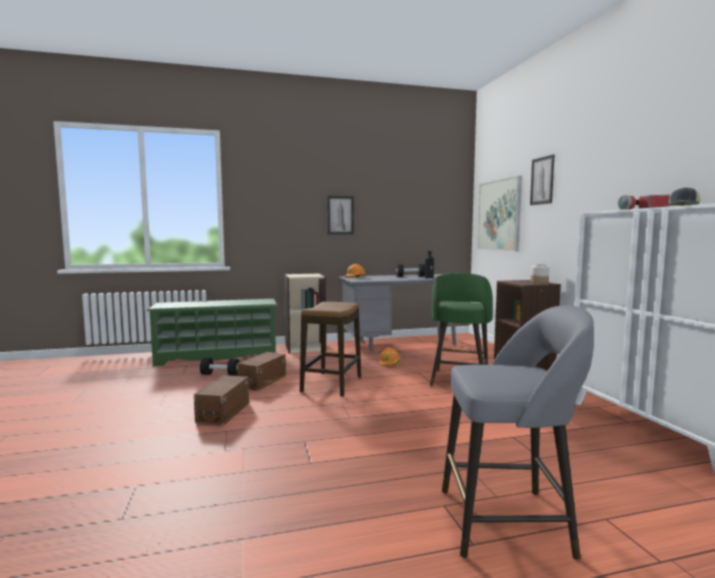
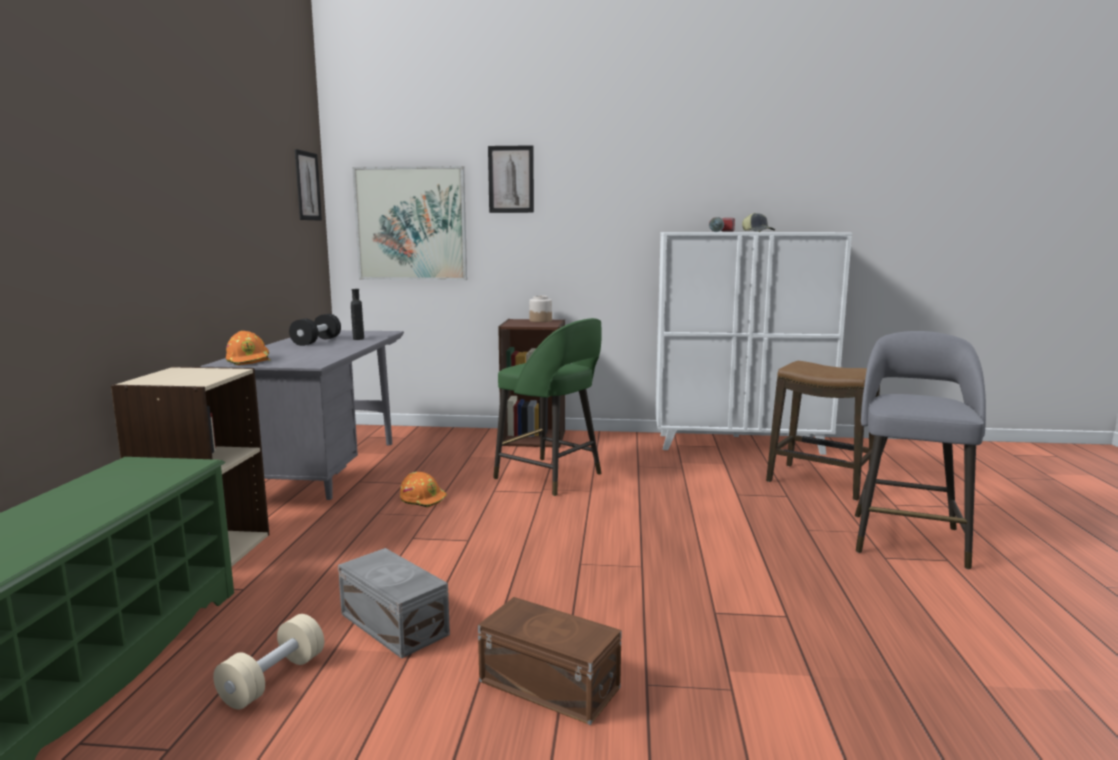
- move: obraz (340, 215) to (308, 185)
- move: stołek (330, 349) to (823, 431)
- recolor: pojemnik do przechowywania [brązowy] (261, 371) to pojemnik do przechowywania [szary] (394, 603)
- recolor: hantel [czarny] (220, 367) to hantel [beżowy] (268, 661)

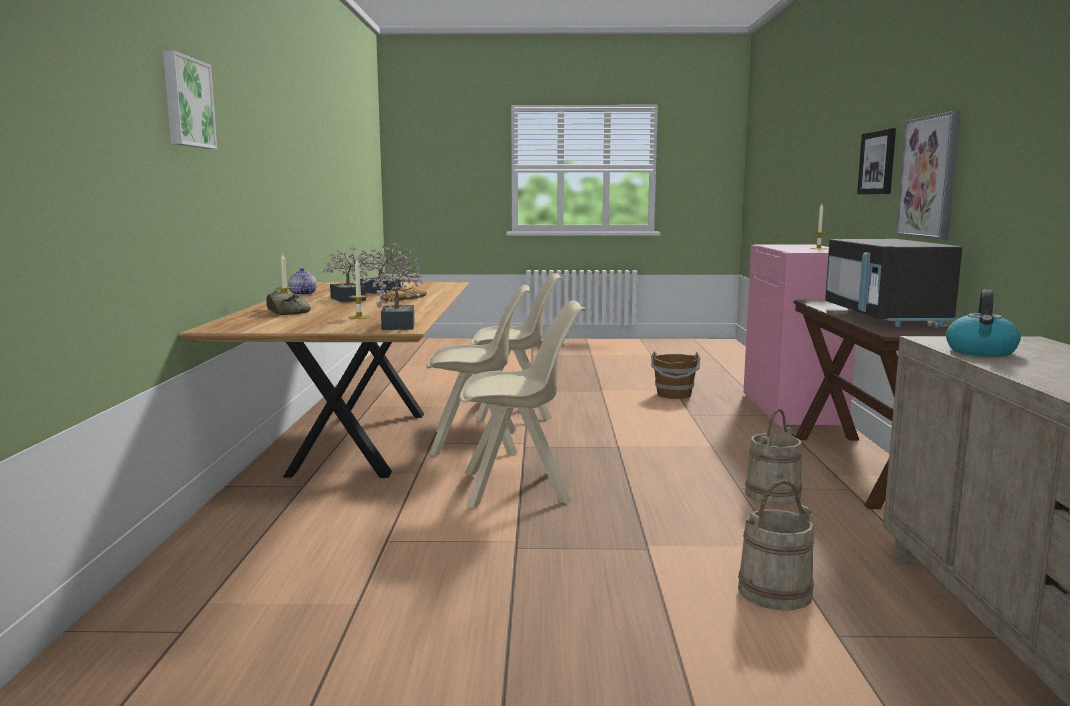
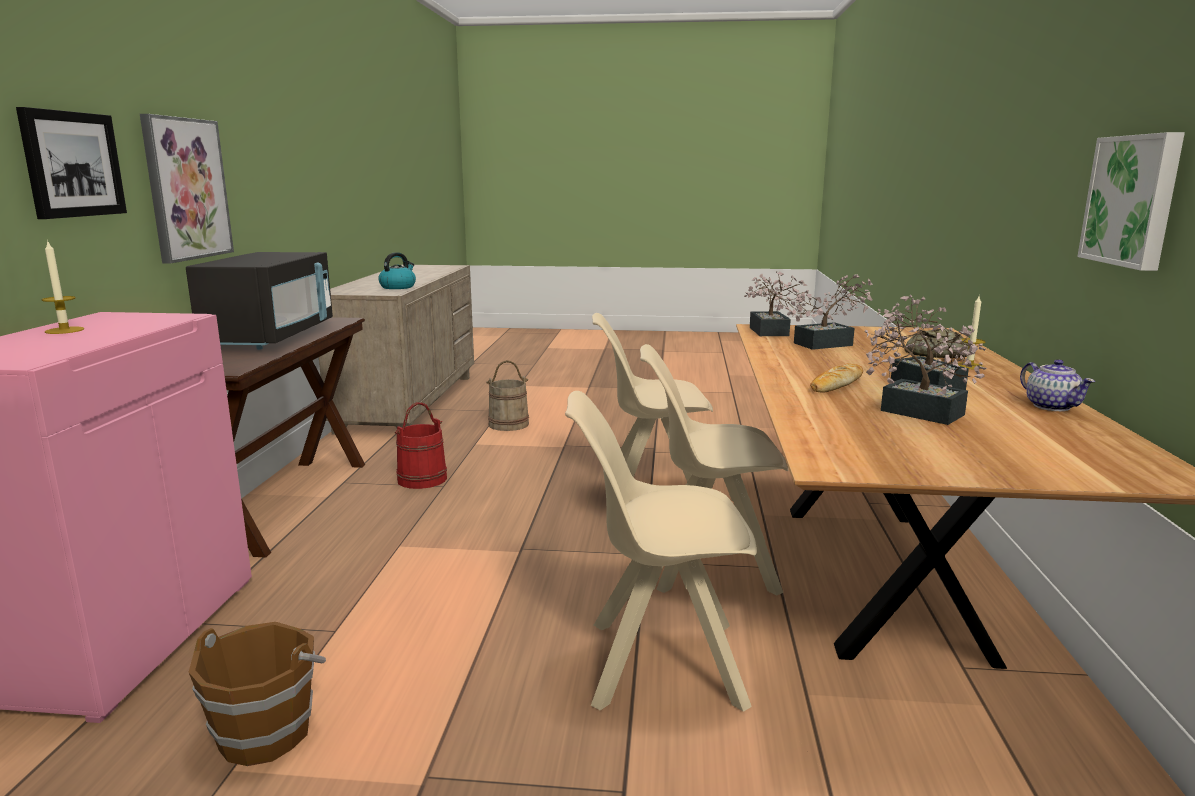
- move: obraz (190, 99) to (1131, 201)
- replace: świeca (359, 289) to roślina doniczkowa (832, 312)
- recolor: wiadro [beżowy] (773, 457) to wiadro [czerwony] (421, 445)

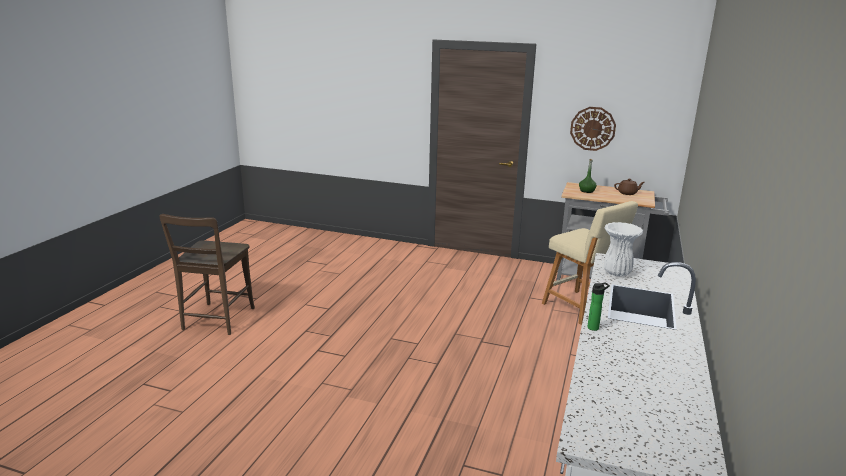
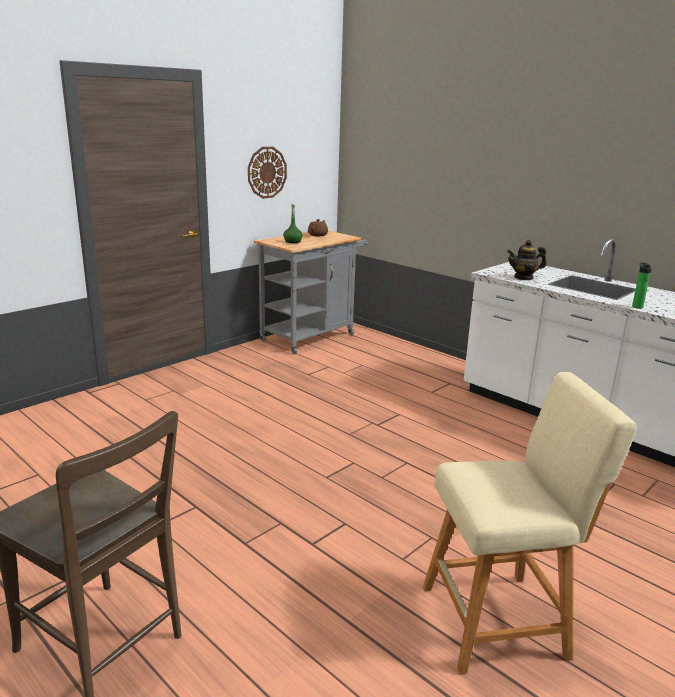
- move: stołek [beżowy] (590, 263) to (529, 523)
- replace: wazon [biały] (623, 249) to imbryk (526, 260)

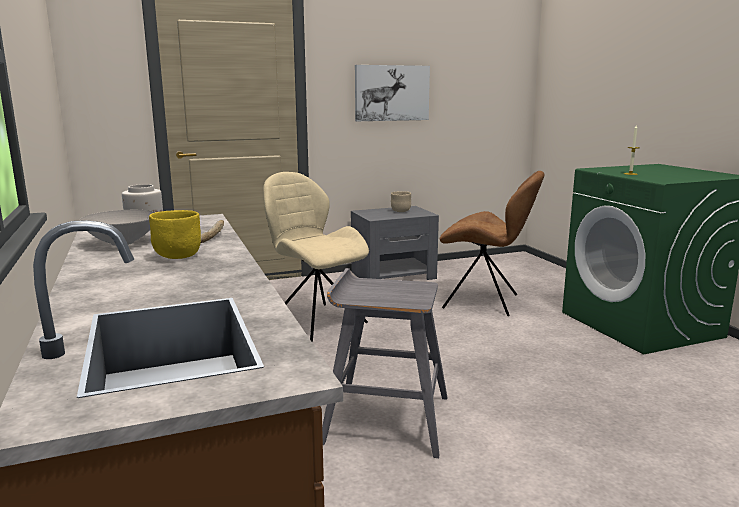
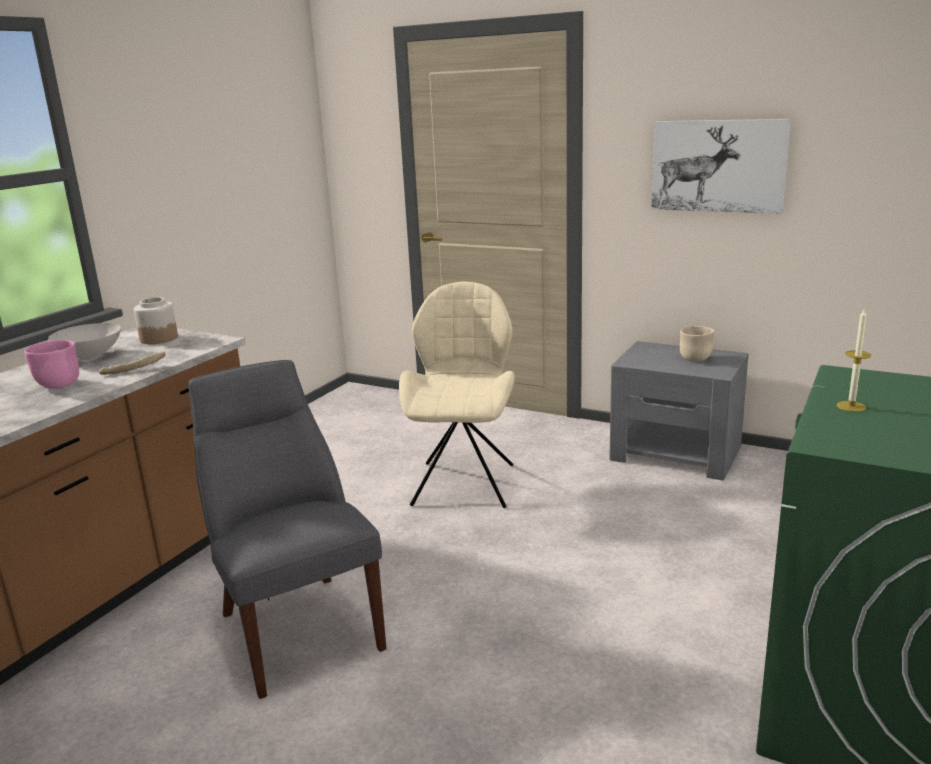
- delete: krzesło [brązowy] (492, 243)
- recolor: miska [żółty] (175, 234) to miska [różowy] (51, 364)
- replace: stołek [szary] (384, 363) to krzesło [szary] (287, 529)

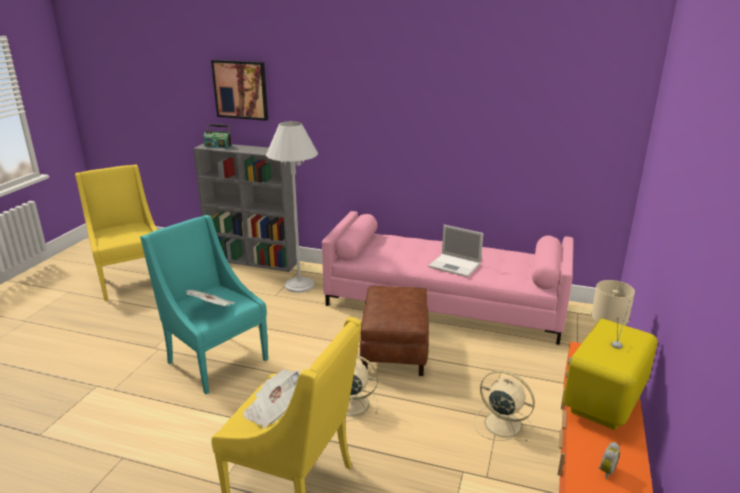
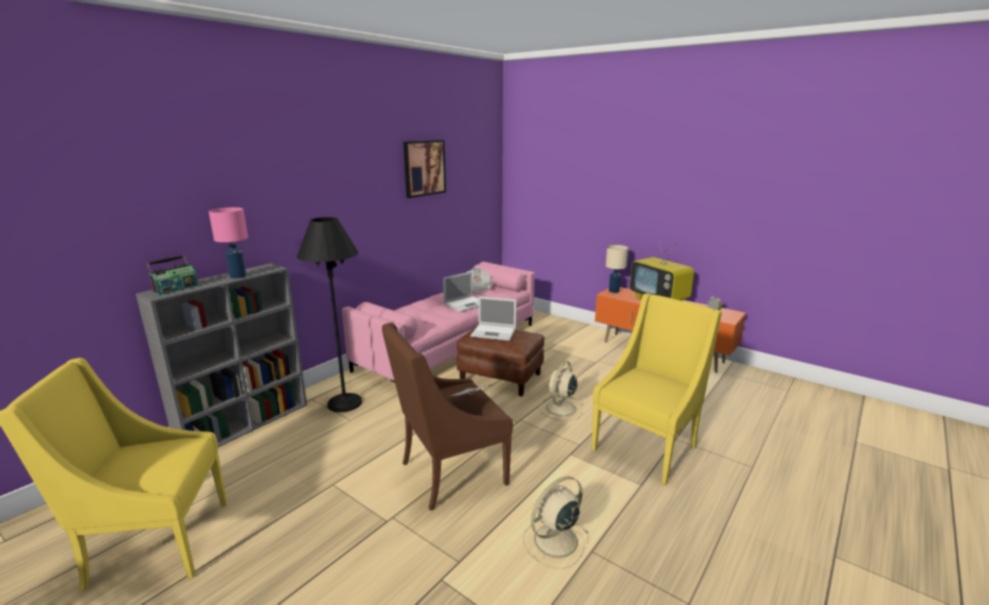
- move: obraz (239, 90) to (424, 169)
- recolor: lampa stojąca [biały] (292, 207) to lampa stojąca [czarny] (329, 314)
- recolor: fotel [turkusowy] (204, 305) to fotel [brązowy] (447, 416)
- move: gazeta (271, 399) to (479, 280)
- move: wentylator [beżowy] (504, 405) to (556, 522)
- insert: lampa stołowa [różowy] (228, 243)
- insert: laptop (493, 318)

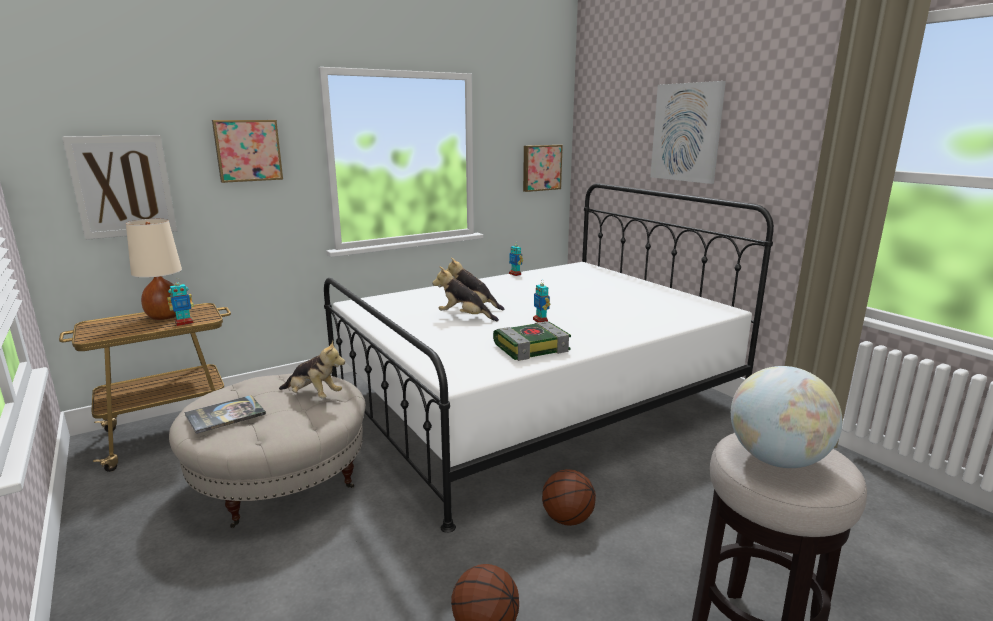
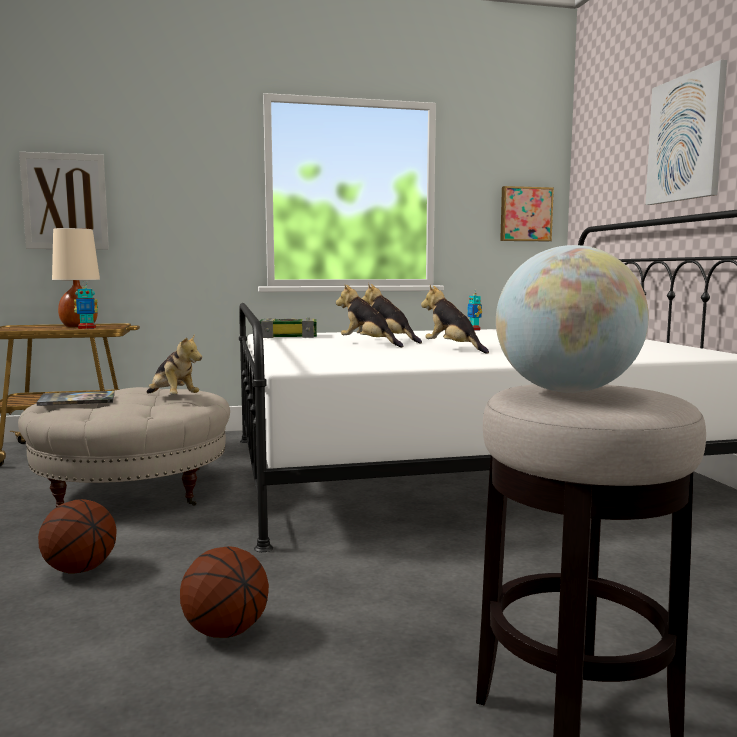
- delete: obraz (247, 151)
- replace: robot zabawkowy (541, 301) to pluszak (455, 319)
- move: książka (532, 341) to (288, 327)
- move: piłka do koszykówki (569, 497) to (77, 536)

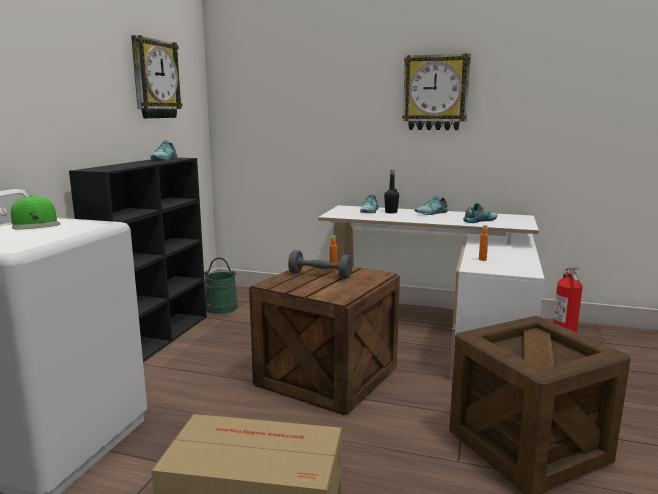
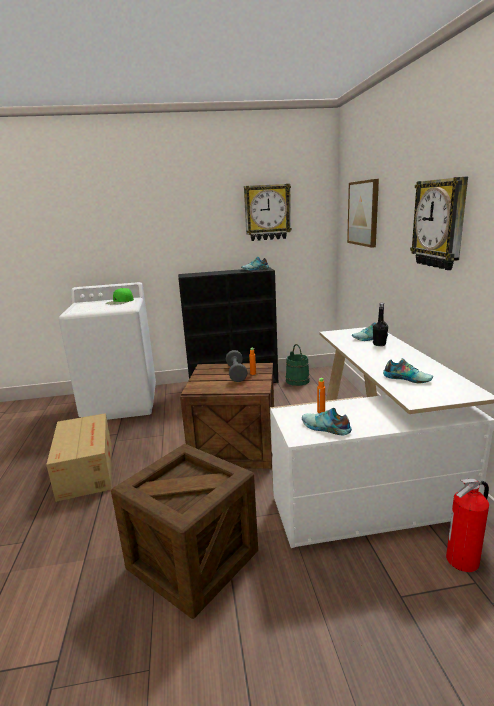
- move: but (431, 205) to (327, 421)
- insert: obraz (363, 213)

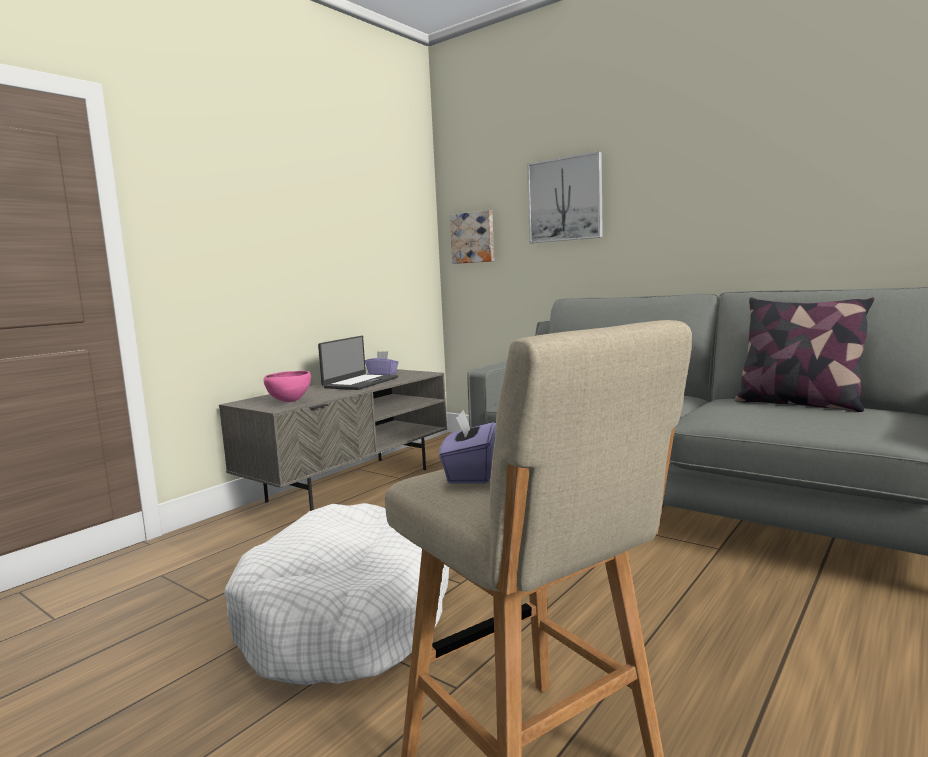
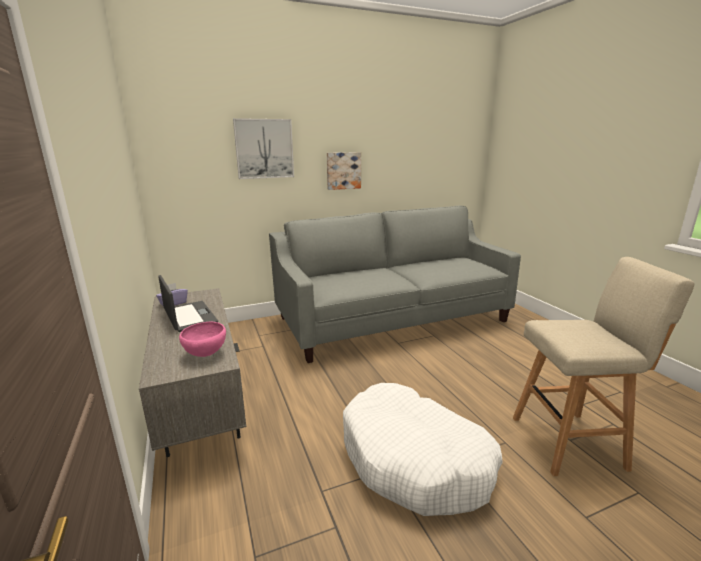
- move: obraz (472, 237) to (344, 171)
- delete: poduszka (804, 354)
- delete: pudełko chusteczek [fioletowy] (467, 446)

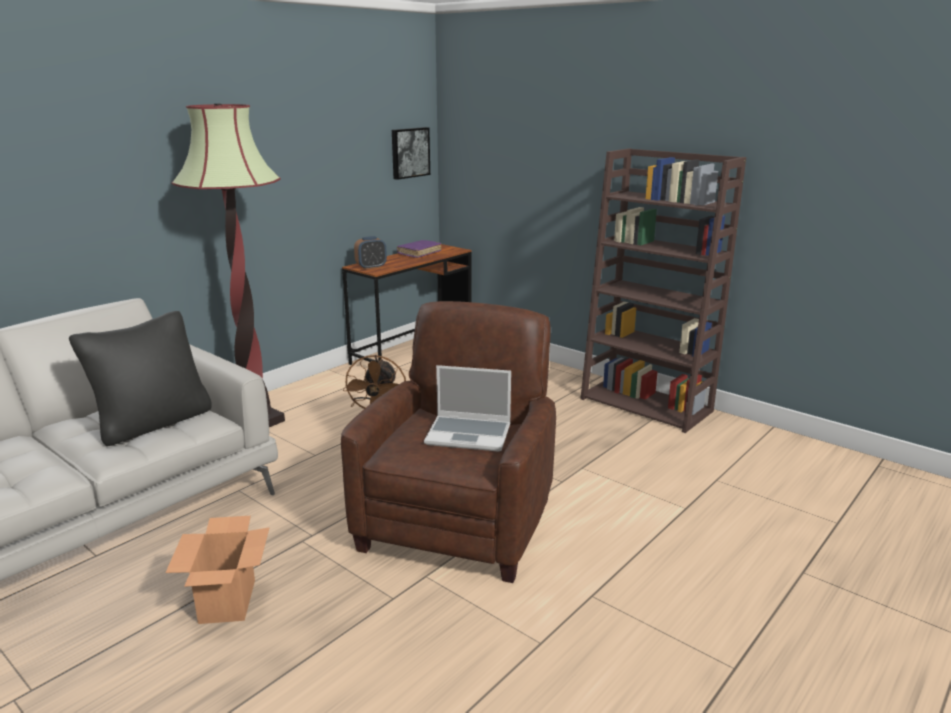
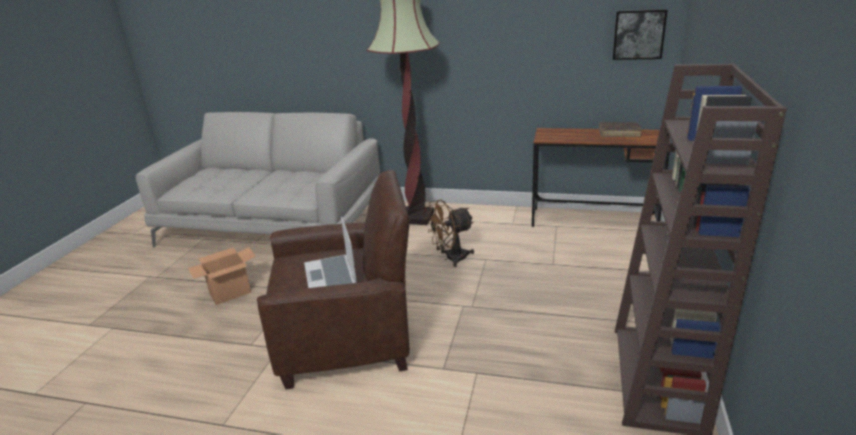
- delete: budzik (370, 253)
- recolor: książka [fioletowy] (419, 249) to książka [brązowy] (620, 129)
- delete: poduszka [czarny] (140, 378)

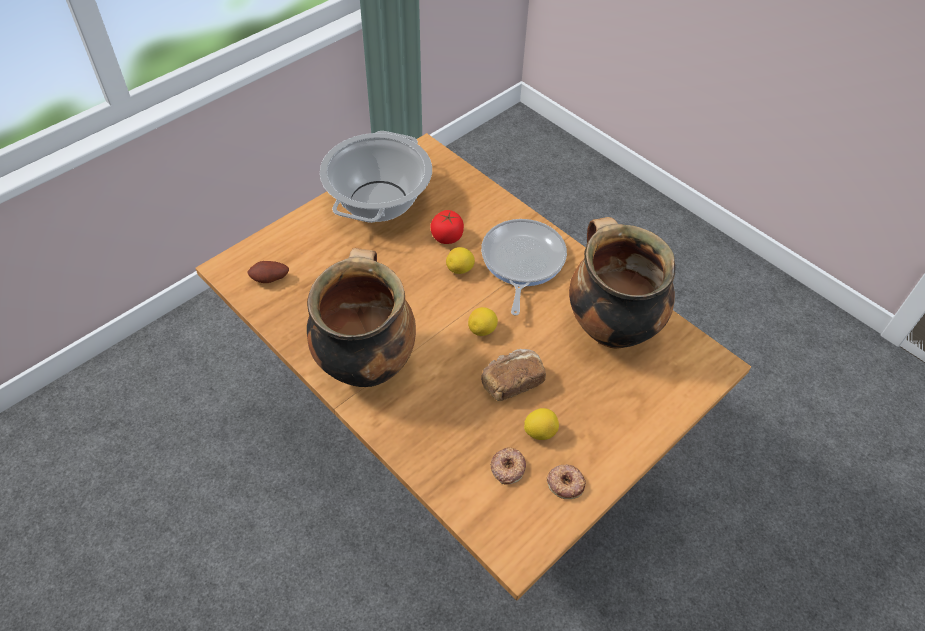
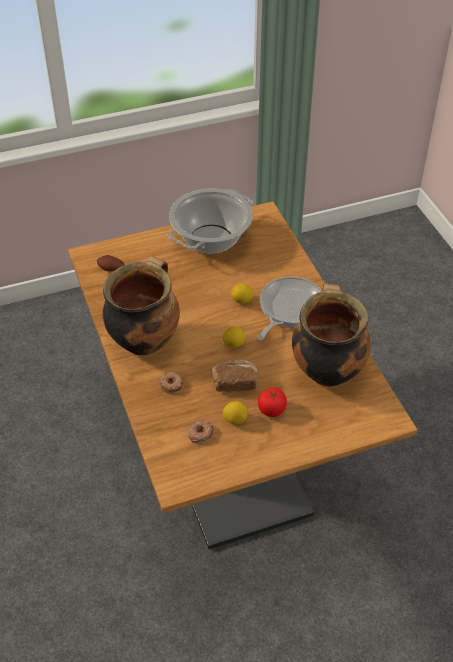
- move: pomidor (447, 227) to (272, 402)
- move: donut (566, 481) to (171, 383)

